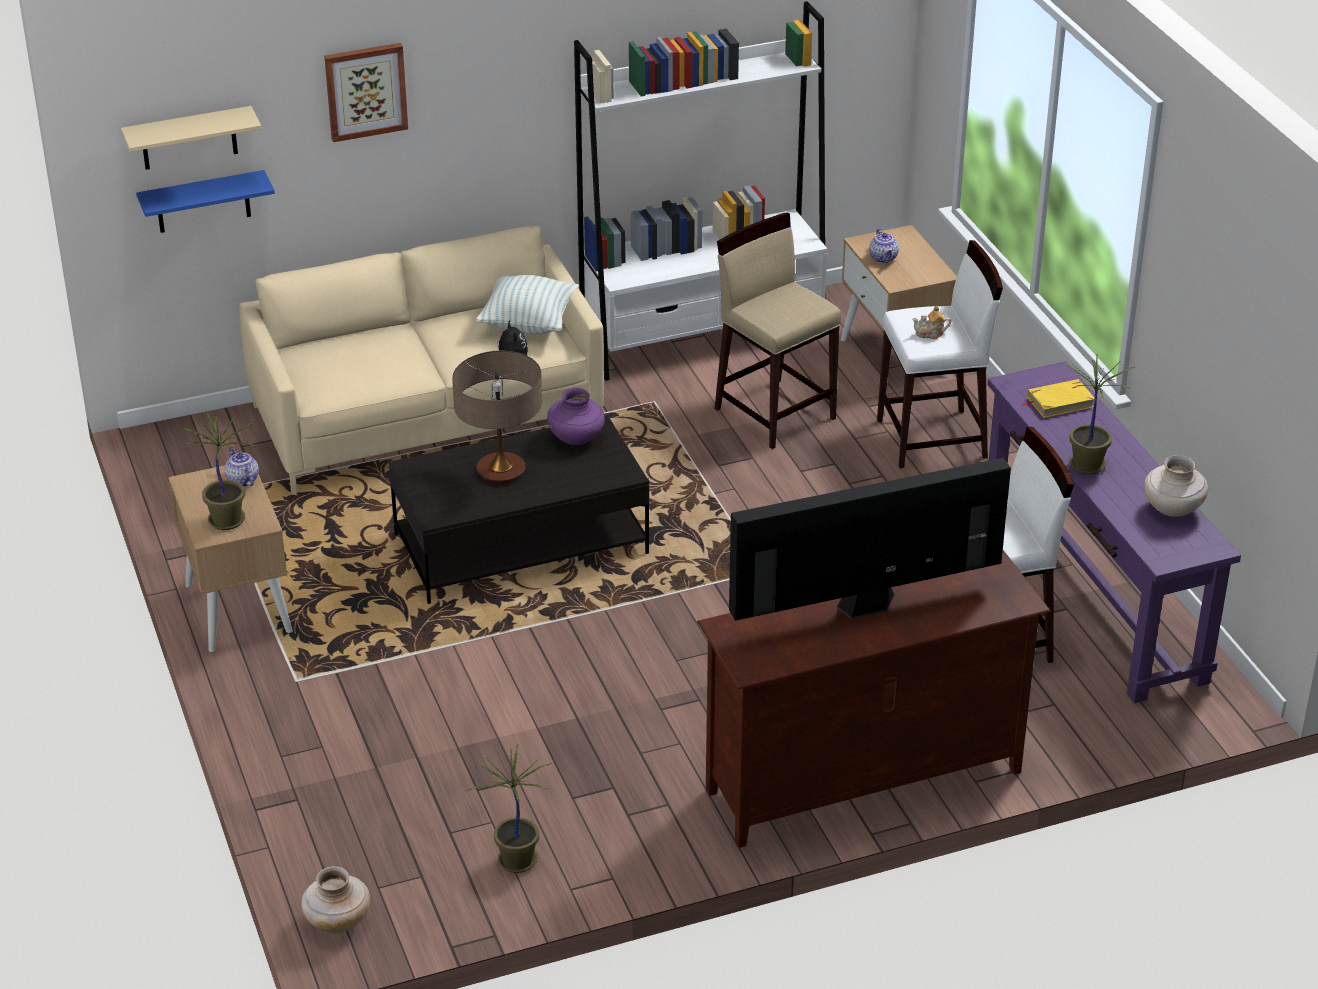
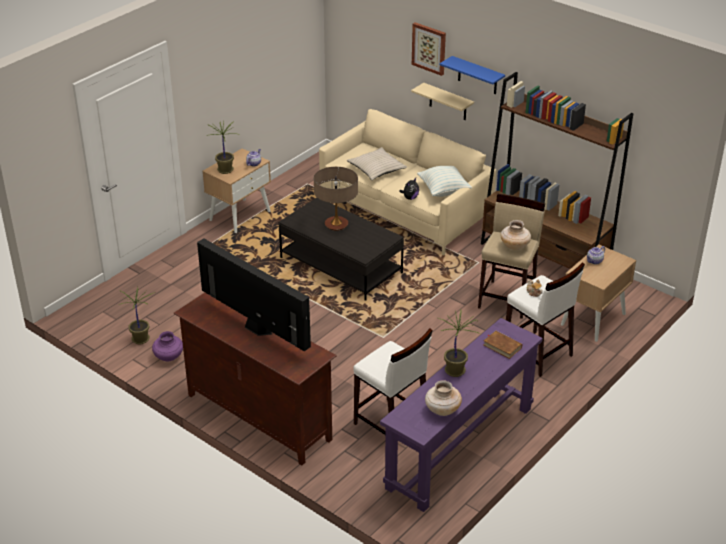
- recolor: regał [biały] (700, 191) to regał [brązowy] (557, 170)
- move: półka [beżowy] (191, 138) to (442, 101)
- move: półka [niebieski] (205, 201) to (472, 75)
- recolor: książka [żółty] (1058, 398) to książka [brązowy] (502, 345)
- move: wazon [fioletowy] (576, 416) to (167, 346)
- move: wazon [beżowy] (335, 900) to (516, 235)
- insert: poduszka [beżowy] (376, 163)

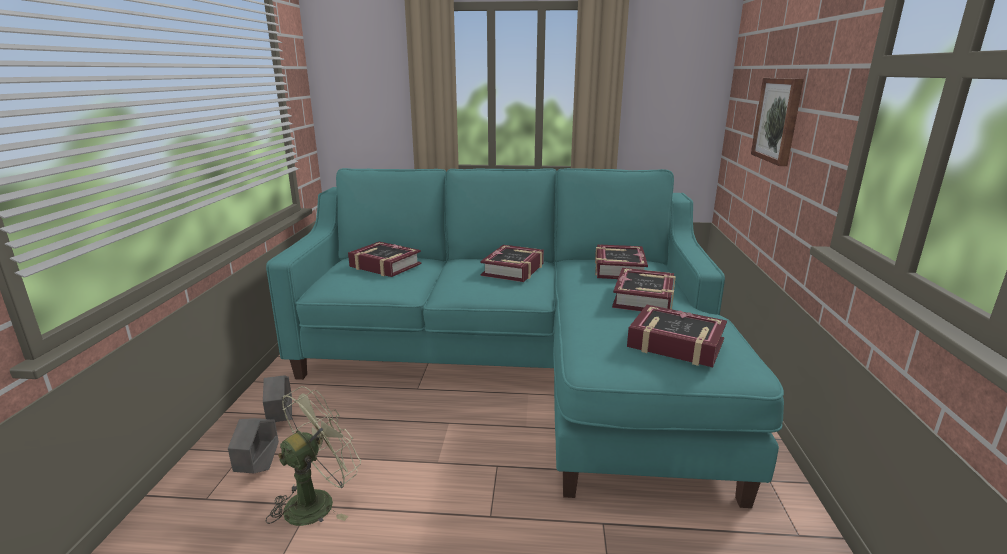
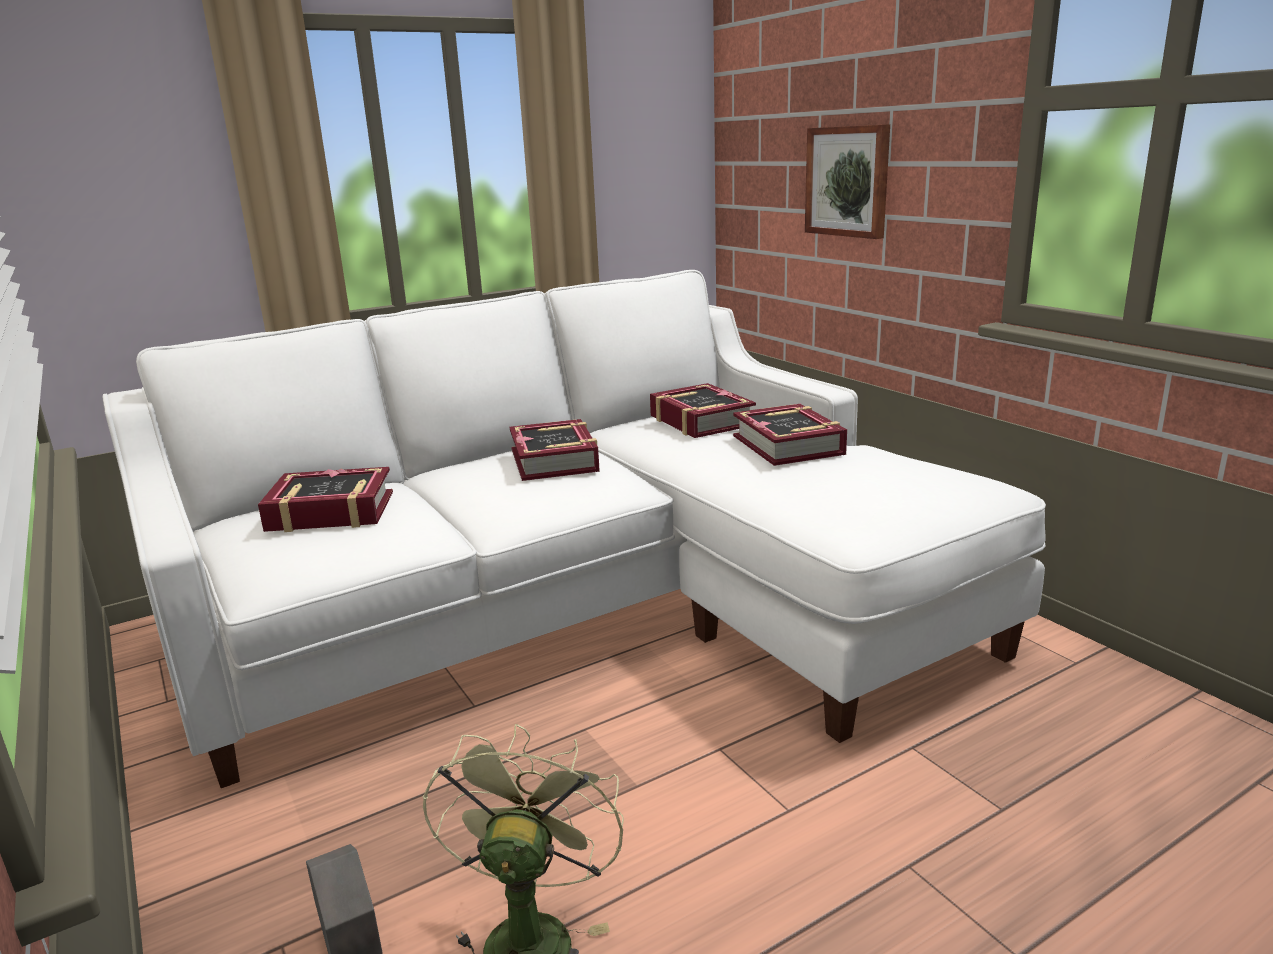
- recolor: kanapa [turkusowy] (525, 338) to kanapa [biały] (574, 529)
- delete: książka (677, 336)
- delete: donica [szary] (277, 398)

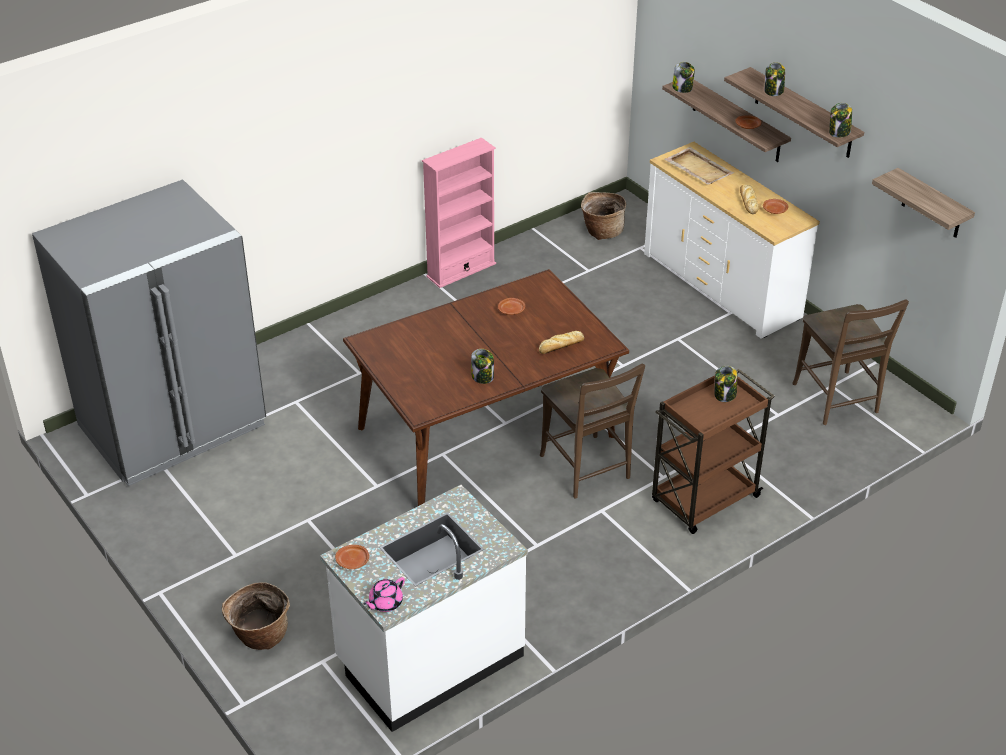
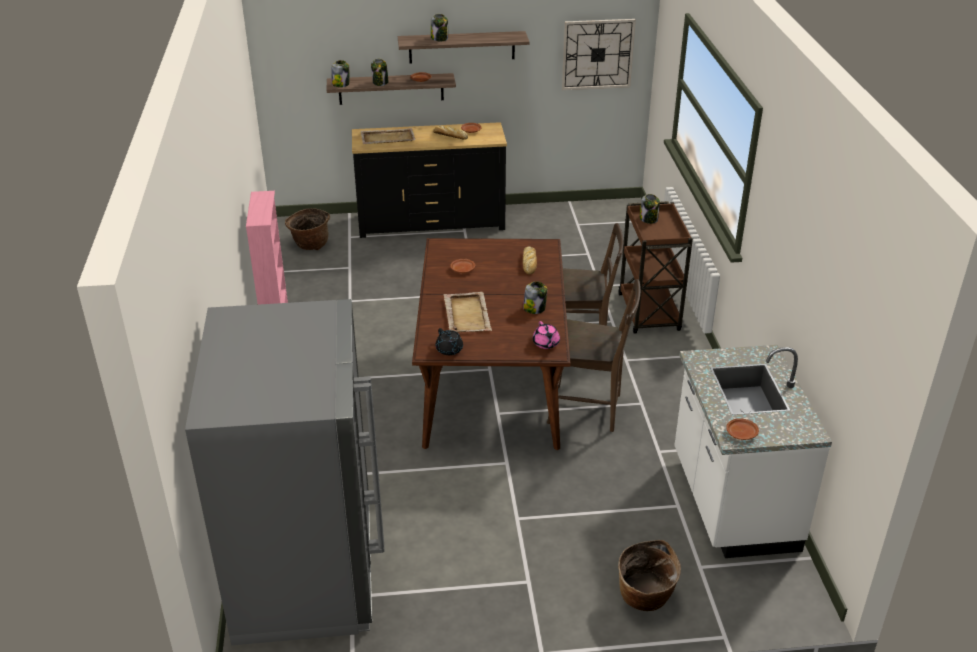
- move: słoik (840, 120) to (380, 72)
- recolor: komoda [biały] (732, 240) to komoda [czarny] (429, 180)
- replace: półka (923, 203) to zegar ścienny (599, 54)
- move: krzesło [brązowy] (850, 362) to (594, 355)
- move: imbryk [różowy] (384, 594) to (546, 335)
- insert: taca [beżowy] (467, 312)
- insert: imbryk [czarny] (449, 341)

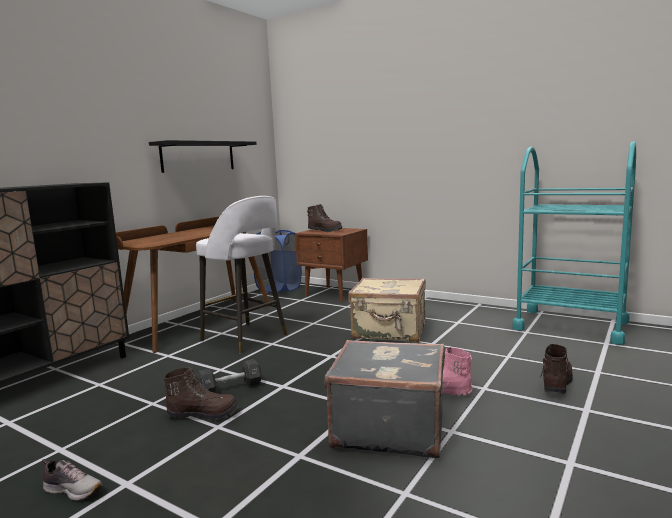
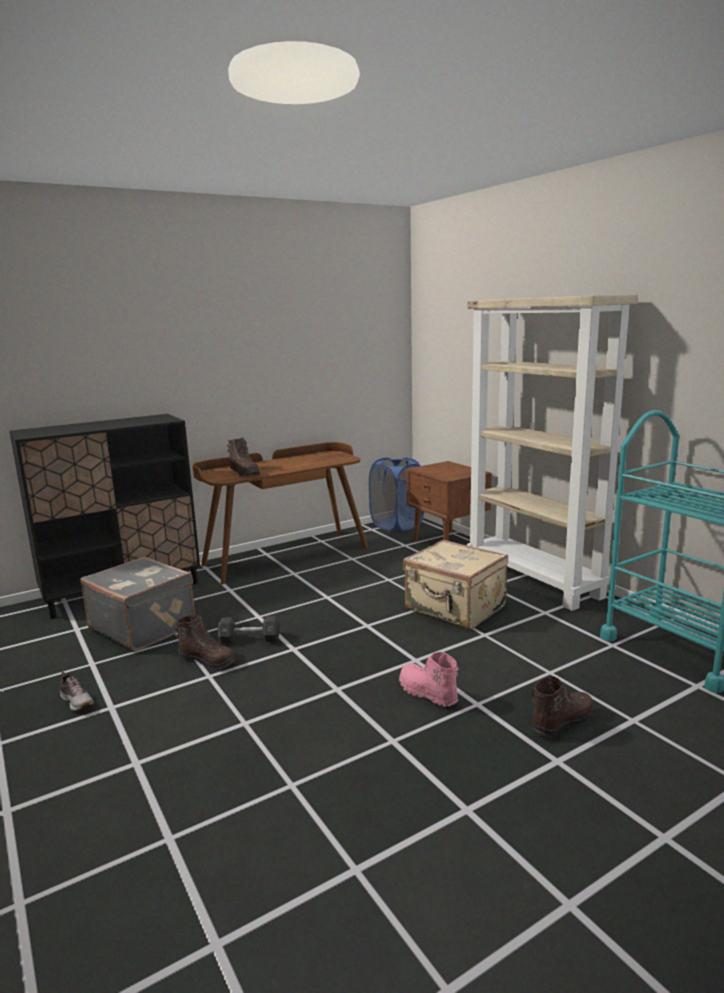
- delete: półka [czarny] (203, 156)
- delete: stołek [biały] (241, 274)
- move: but z cholewką [brązowy] (325, 218) to (243, 457)
- move: walizka [szary] (385, 399) to (138, 604)
- insert: regał [beżowy] (552, 452)

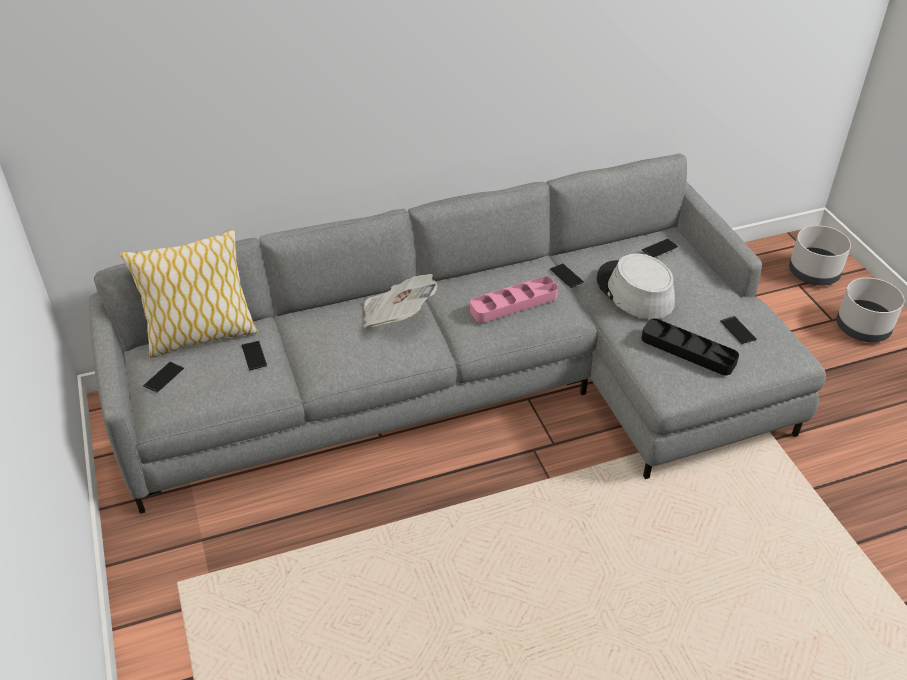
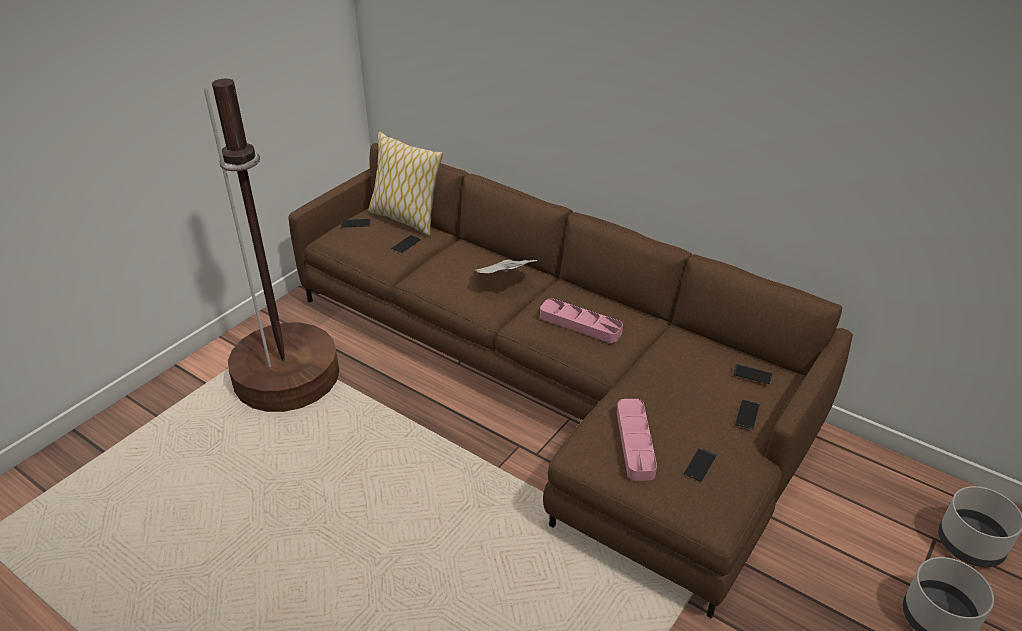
- recolor: kanapa [szary] (457, 334) to kanapa [brązowy] (571, 381)
- delete: kapelusz [szary] (636, 286)
- move: telefon (567, 275) to (747, 414)
- recolor: taca [czarny] (690, 346) to taca [różowy] (637, 440)
- insert: lampa stojąca [brązowy] (271, 245)

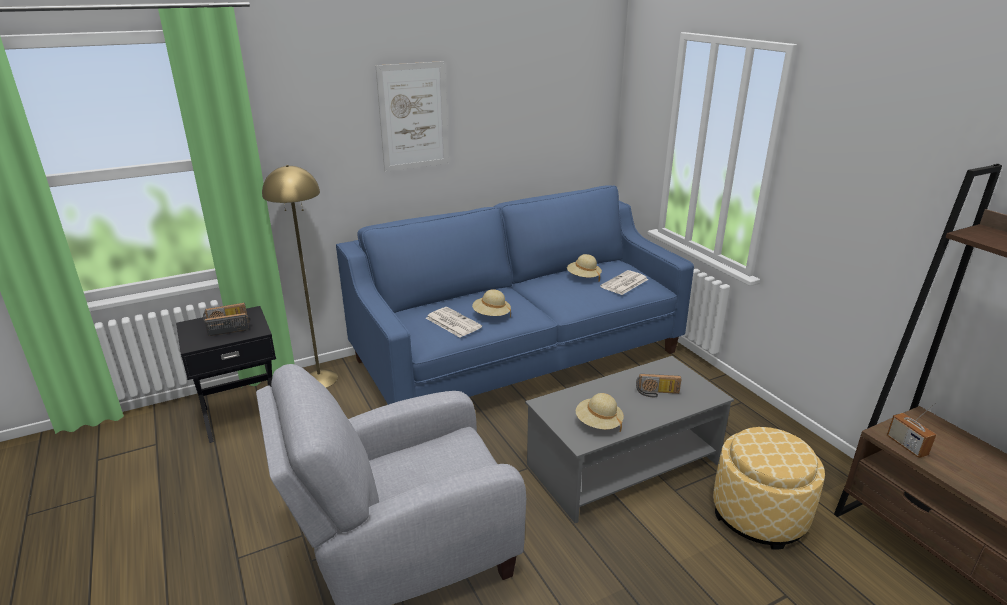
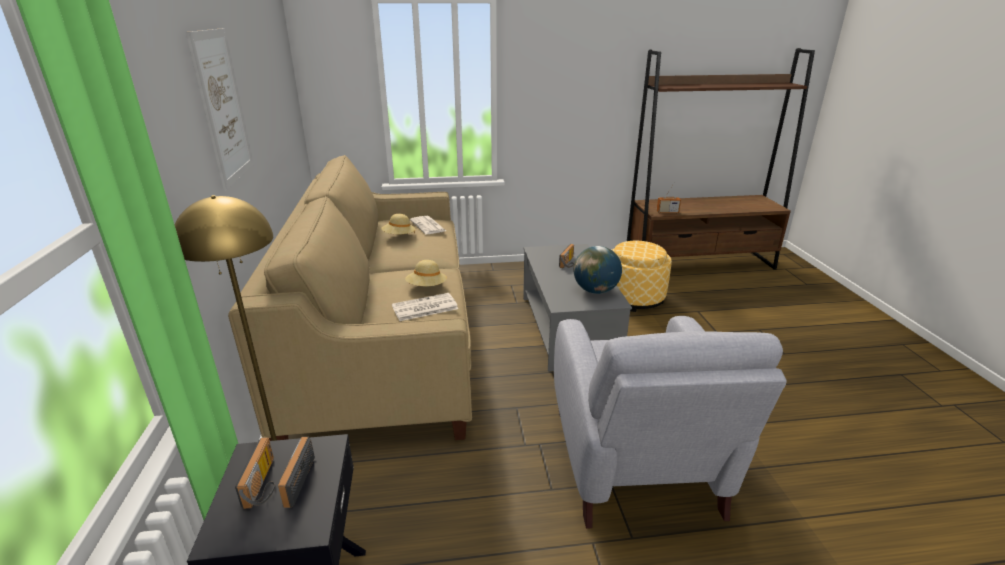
- recolor: kanapa [niebieski] (515, 295) to kanapa [beżowy] (350, 298)
- replace: kapelusz [beżowy] (600, 412) to globus (598, 270)

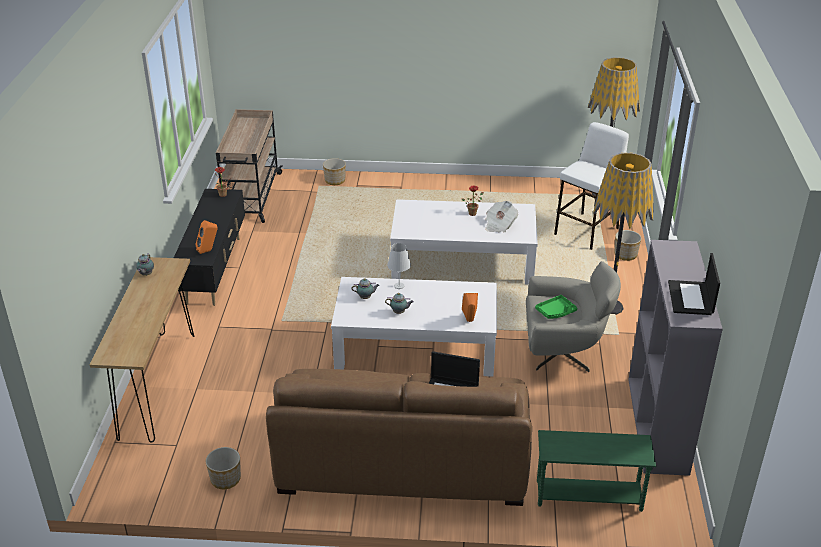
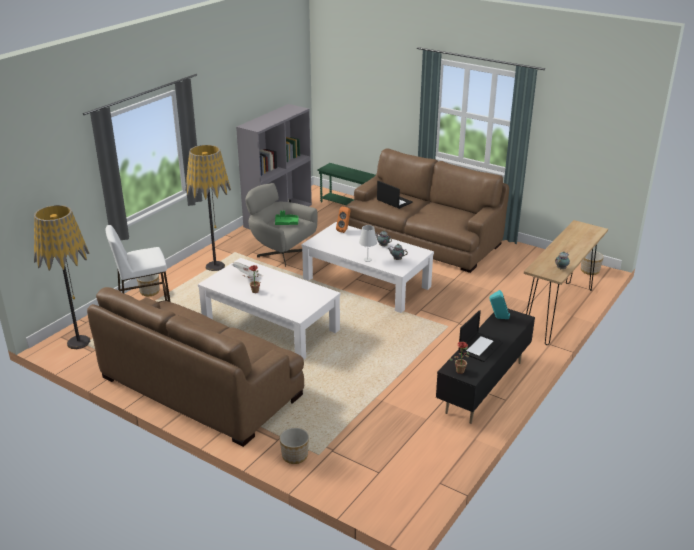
- delete: wózek [beżowy] (249, 166)
- recolor: głośnik [pomarańczowy] (206, 237) to głośnik [turkusowy] (500, 304)
- move: laptop (694, 284) to (480, 336)
- move: donica (223, 468) to (592, 263)
- insert: kanapa [brązowy] (195, 367)

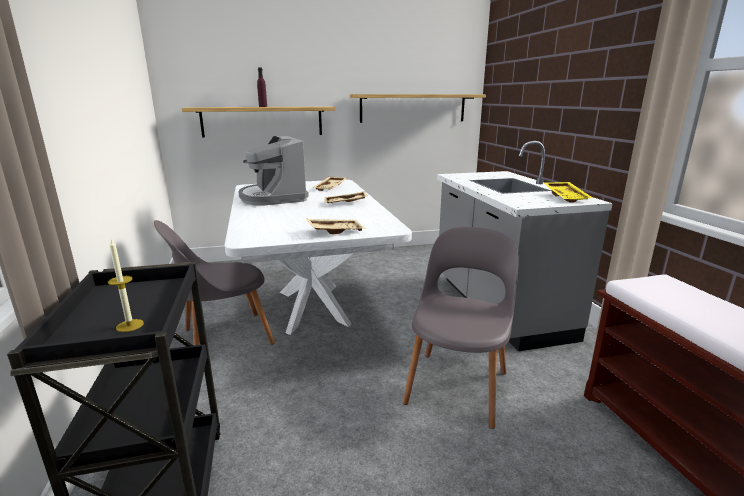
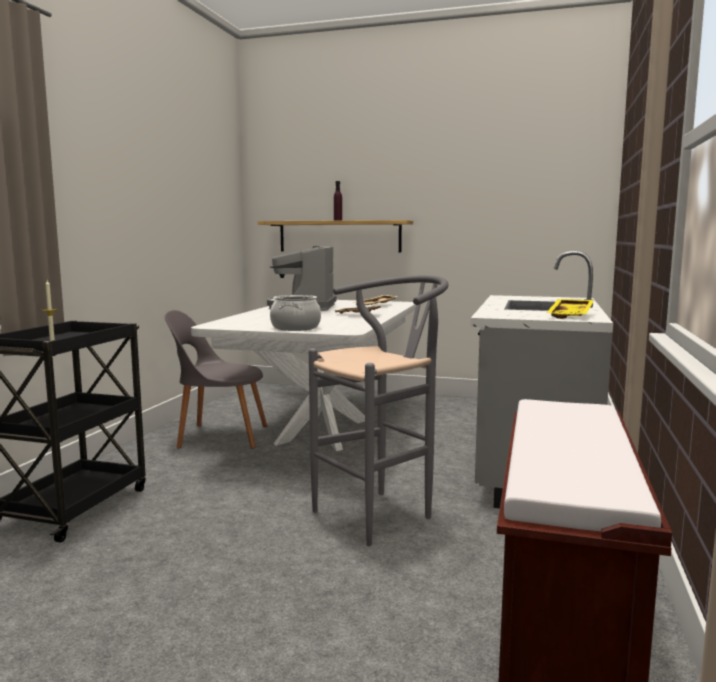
- delete: półka (418, 108)
- replace: taca [beżowy] (336, 226) to garnek (295, 313)
- replace: krzesło [szary] (461, 328) to stołek [szary] (378, 410)

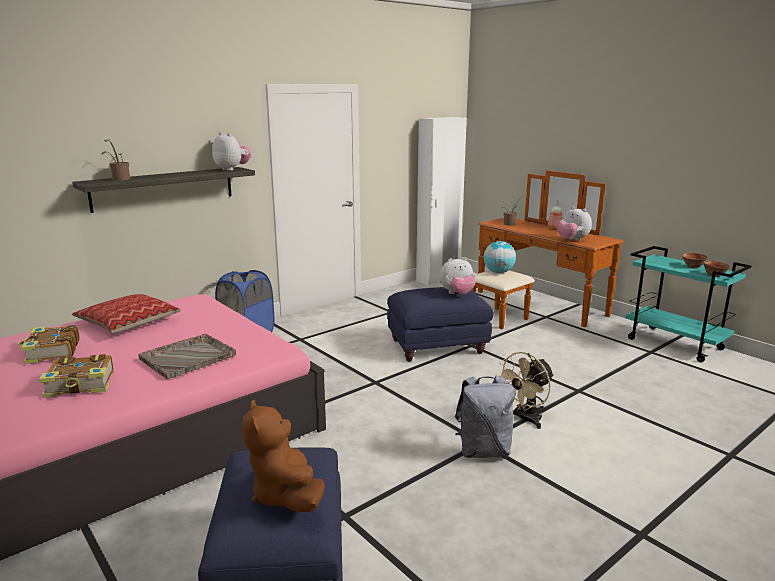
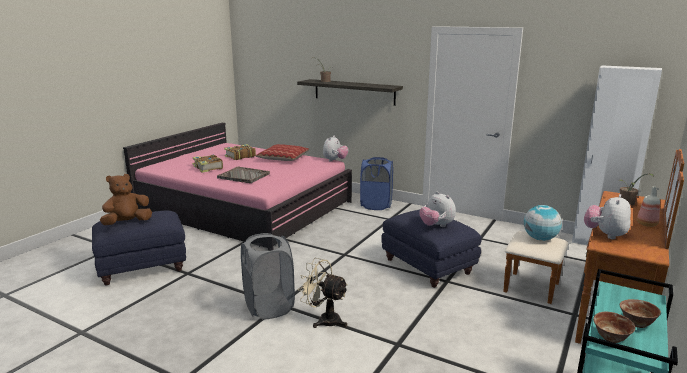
- move: pluszak (231, 151) to (335, 148)
- replace: plecak [szary] (485, 416) to kosz na pranie [szary] (268, 276)

